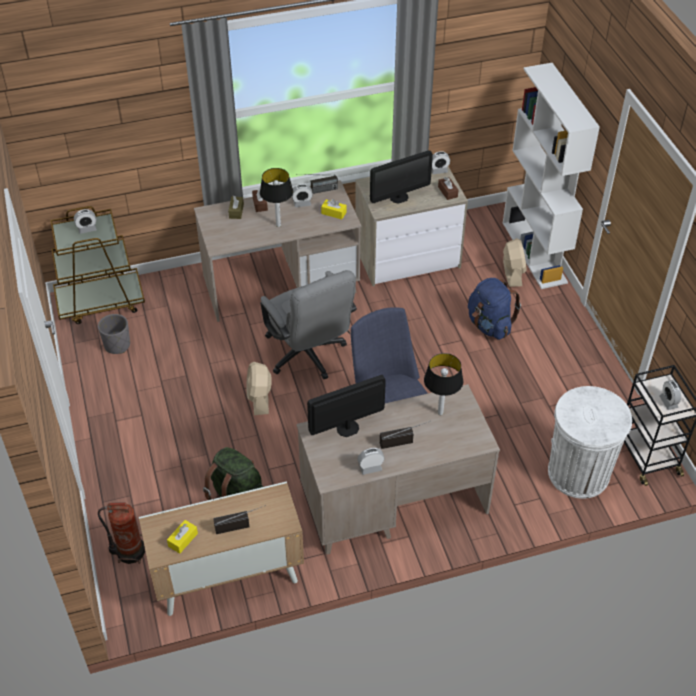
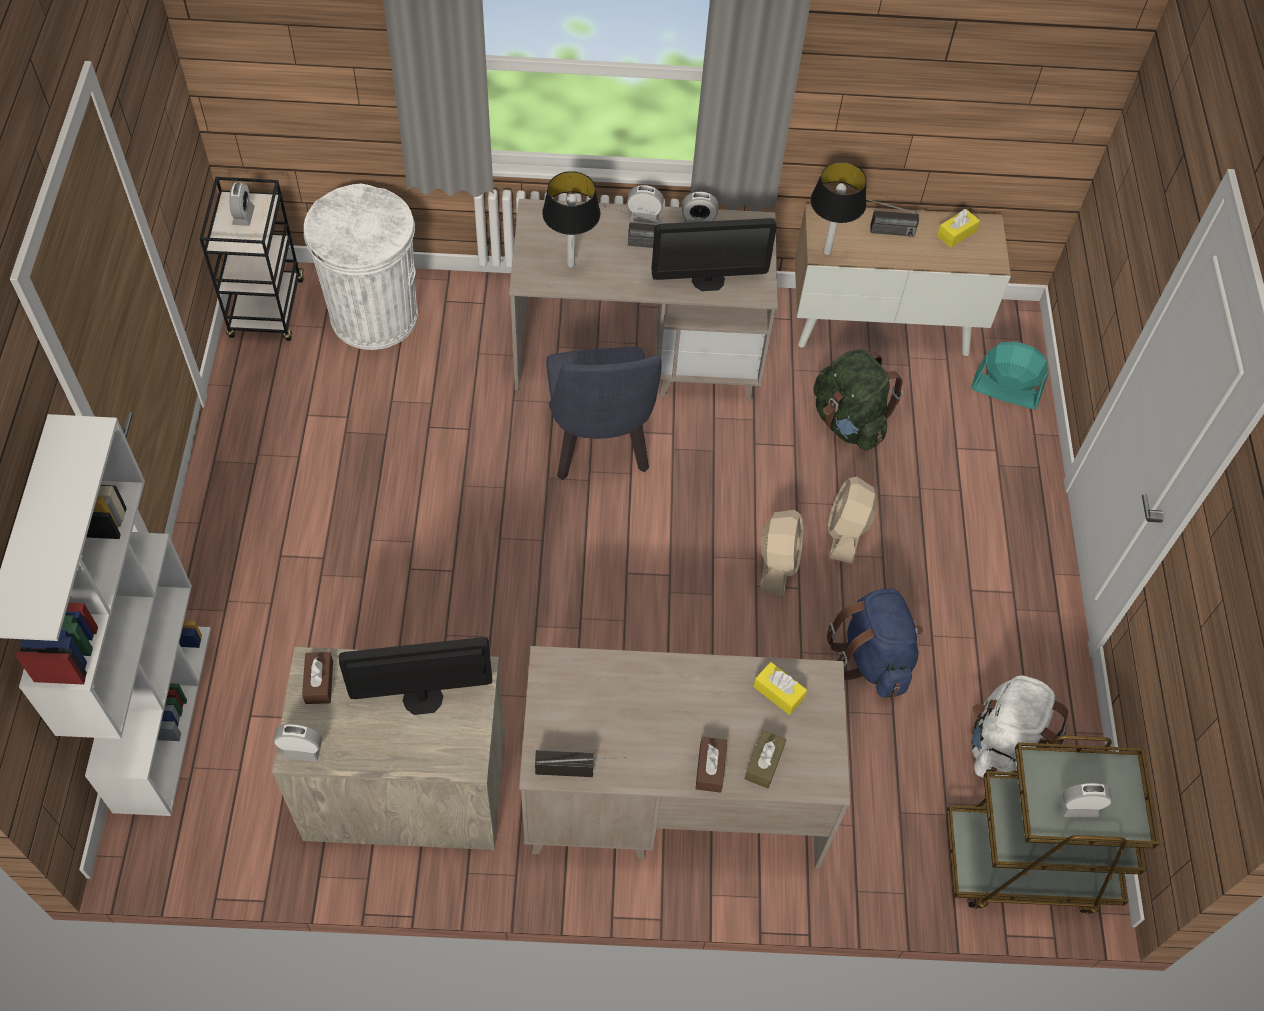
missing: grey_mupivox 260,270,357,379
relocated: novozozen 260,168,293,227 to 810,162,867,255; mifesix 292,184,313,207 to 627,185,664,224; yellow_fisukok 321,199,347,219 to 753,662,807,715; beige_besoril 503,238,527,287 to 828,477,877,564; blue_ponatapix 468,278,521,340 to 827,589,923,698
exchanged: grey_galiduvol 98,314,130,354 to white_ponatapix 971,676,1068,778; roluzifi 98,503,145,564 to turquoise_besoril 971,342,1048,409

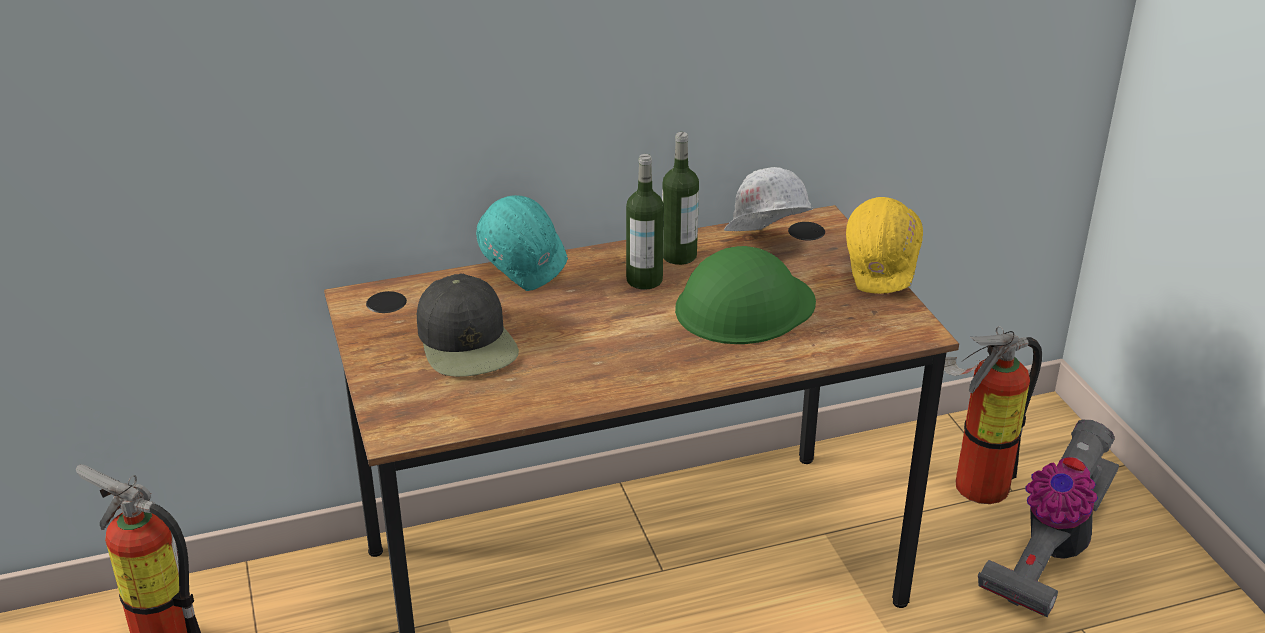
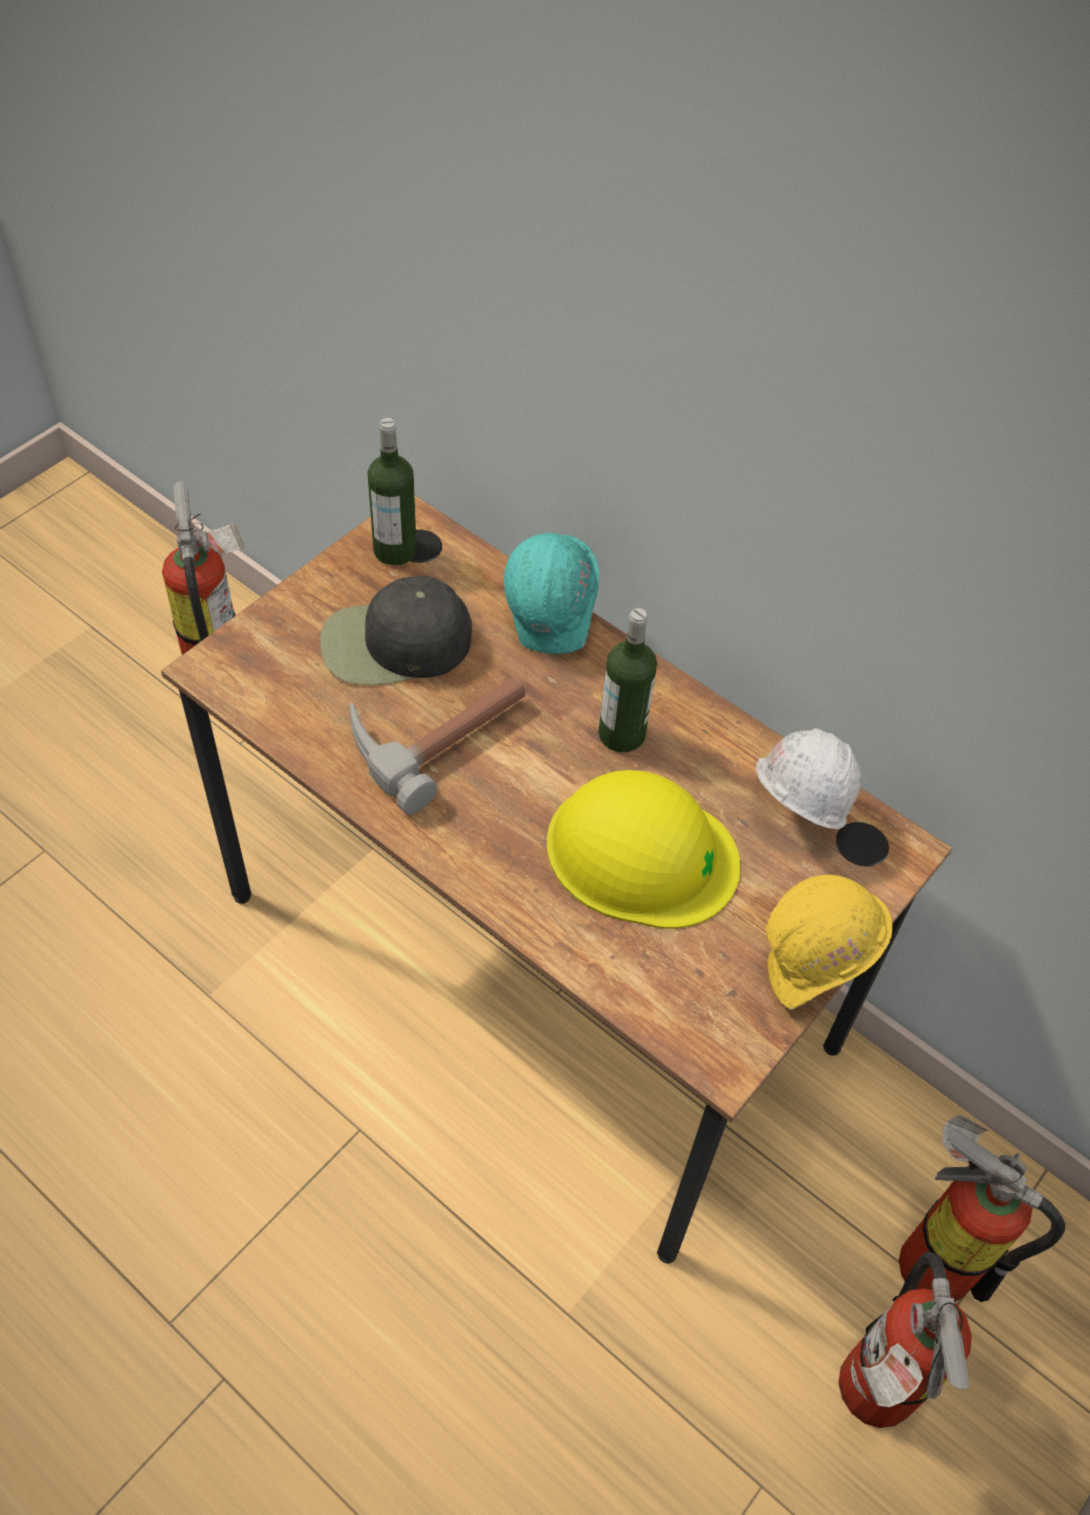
appeared: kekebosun 349,677,526,815
relocated: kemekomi 662,132,699,265 to 368,418,417,565
exchanged: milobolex 978,420,1119,617 to roluzifi 838,1252,972,1428
colour: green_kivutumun 675,246,816,344 to yellow_kivutumun 547,770,741,929
spun: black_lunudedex 417,274,519,377 = 320,575,472,685 45 degrees clockwise

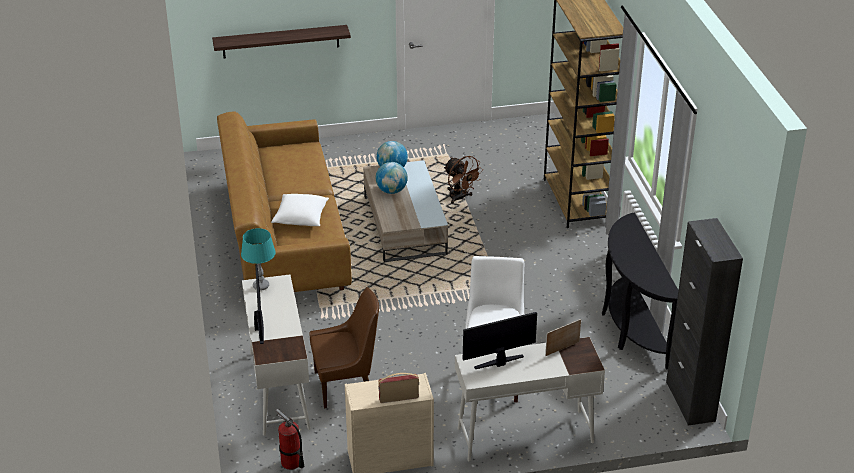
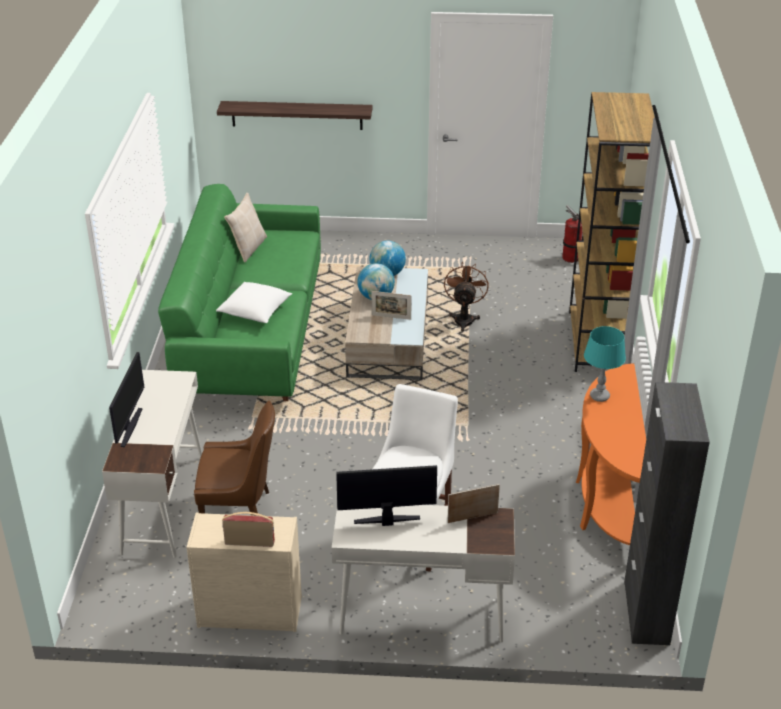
appeared: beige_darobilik 224,193,267,262; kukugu 371,291,412,320
relocated: turquoise_novozozen 241,228,276,291 to 584,326,626,402; roluzifi 276,409,304,470 to 562,205,583,263
colour: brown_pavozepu 217,111,352,292 to green_pavozepu 158,184,321,401; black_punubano 602,213,678,370 to orange_punubano 576,364,646,545
spun: brown_besoril 444,156,483,203 = 444,262,489,332 150 degrees counterclockwise

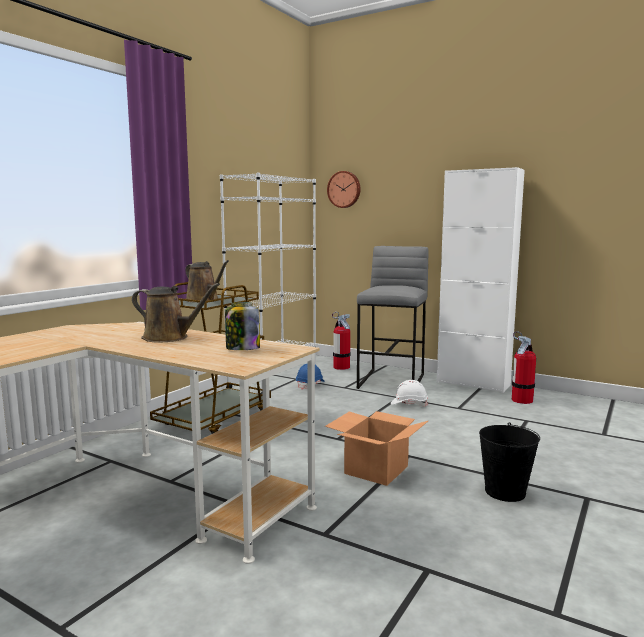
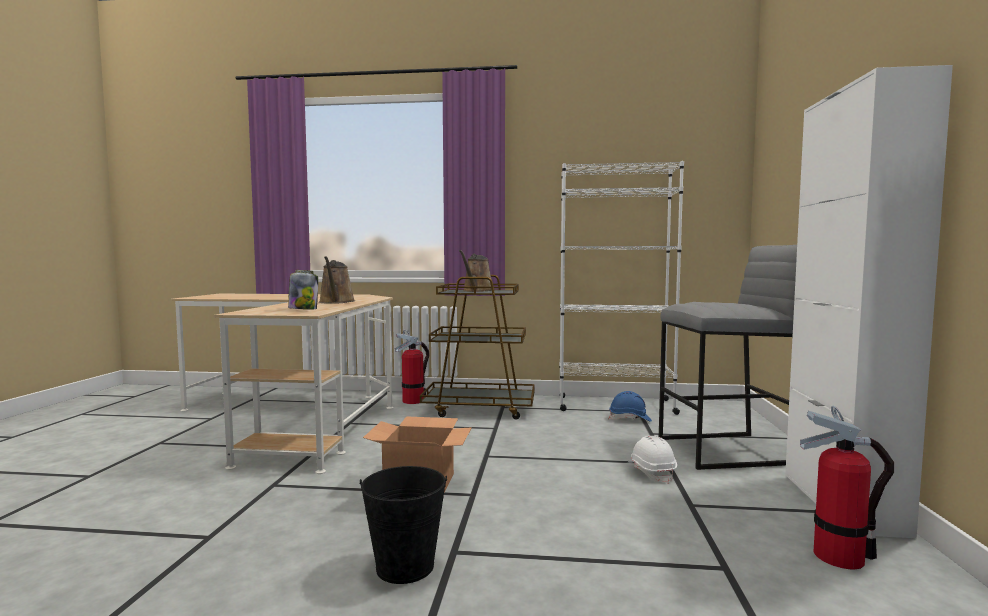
missing: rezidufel 327,171,361,208
relocated: roluzifi 332,312,351,370 to 395,330,430,404

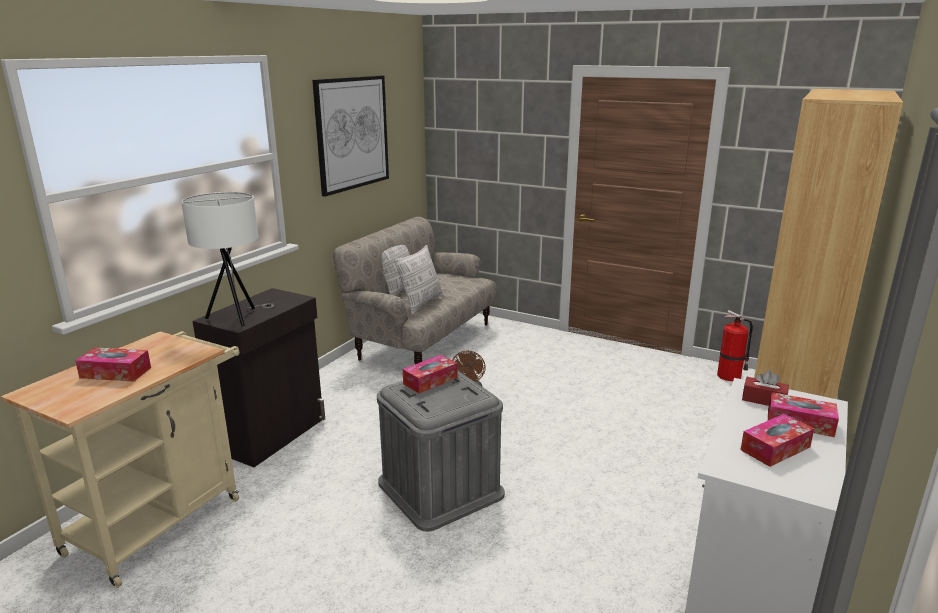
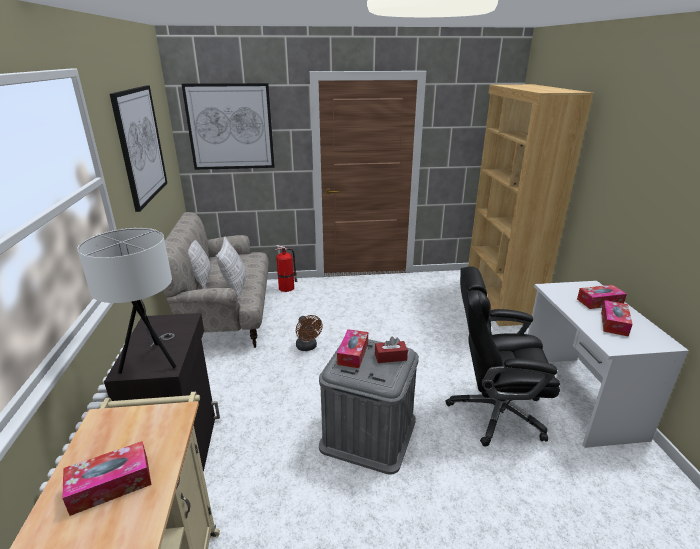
appeared: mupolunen 182,83,275,170; black_mupivox 446,266,560,447
relocated: roluzifi 717,310,753,381 to 275,245,297,292; red_fisukok 742,370,789,406 to 375,337,408,363

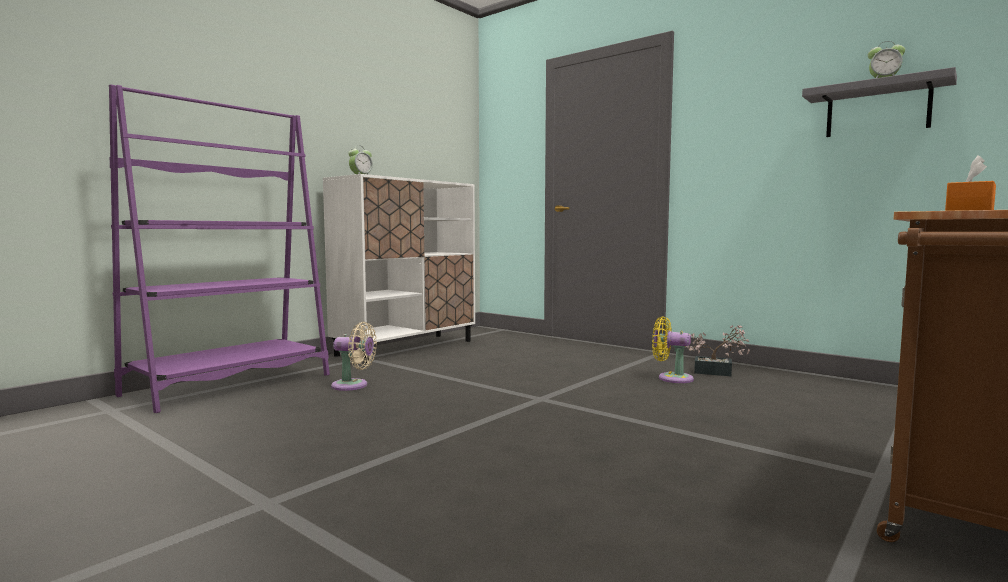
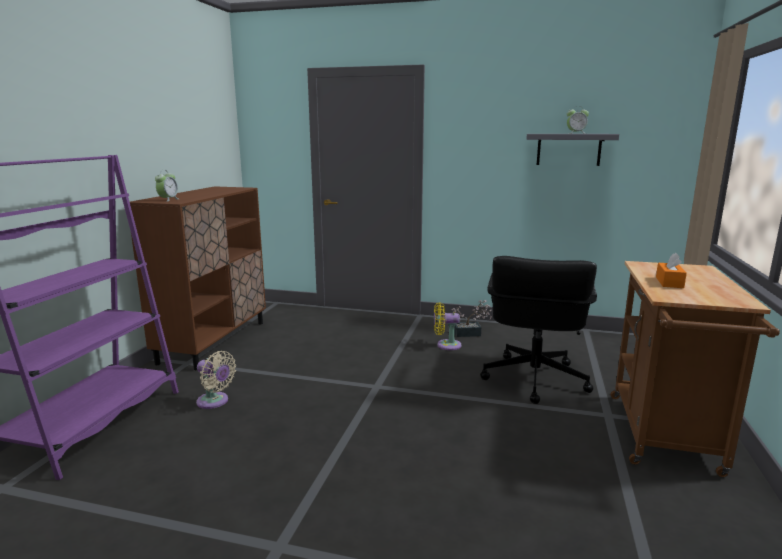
appeared: black_mupivox 480,256,597,404
colour: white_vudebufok 323,174,475,364 to brown_vudebufok 130,186,266,370
spun: beige_besoril 331,322,377,391 = 196,351,236,409 45 degrees clockwise

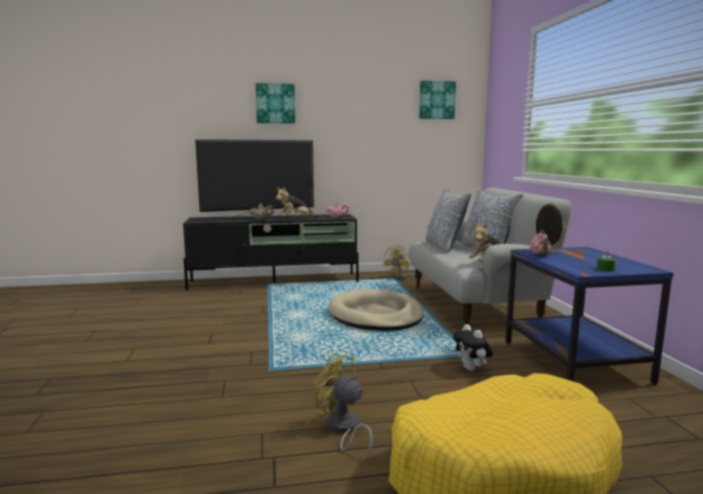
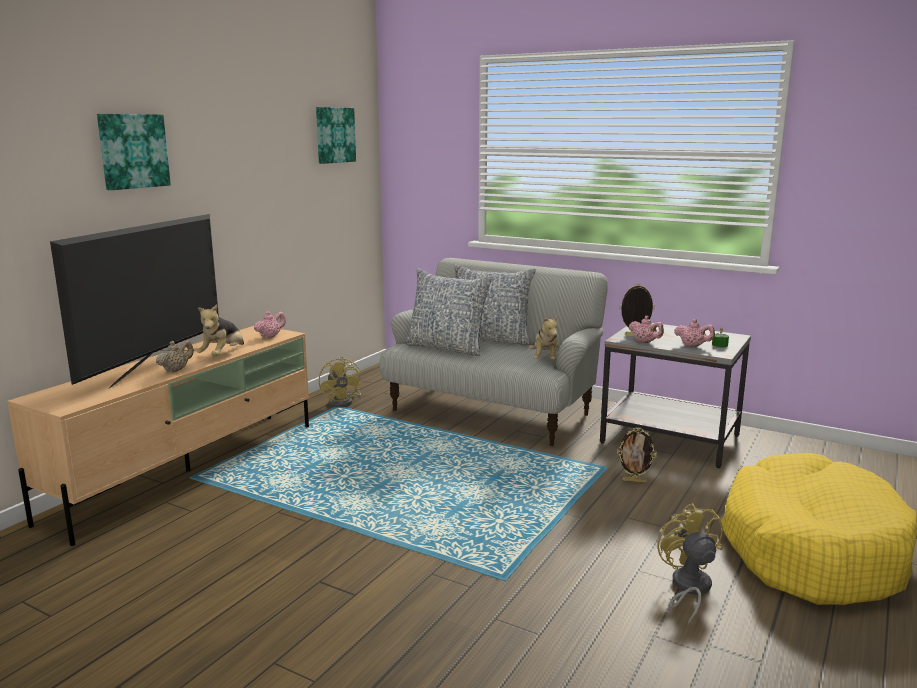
missing: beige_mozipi 328,289,424,331
appeared: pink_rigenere 674,319,715,347
exchanged: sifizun 453,324,493,371 to kukugu 617,427,657,483
colour: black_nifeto 183,214,359,291 to beige_nifeto 7,326,309,546; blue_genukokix 506,247,674,385 to grey_genukokix 600,323,751,468
spun: yellow_besoril 314,353,373,460 = 657,503,723,625 90 degrees clockwise

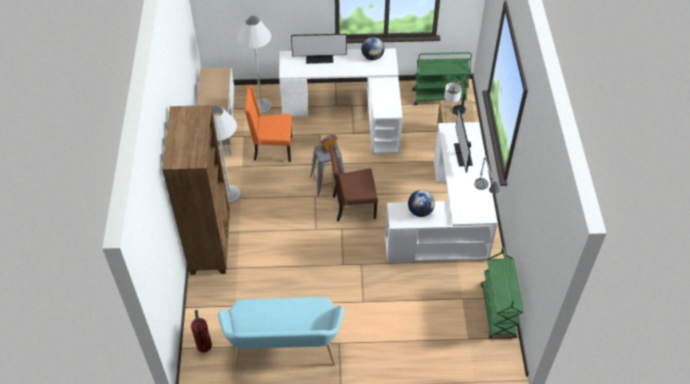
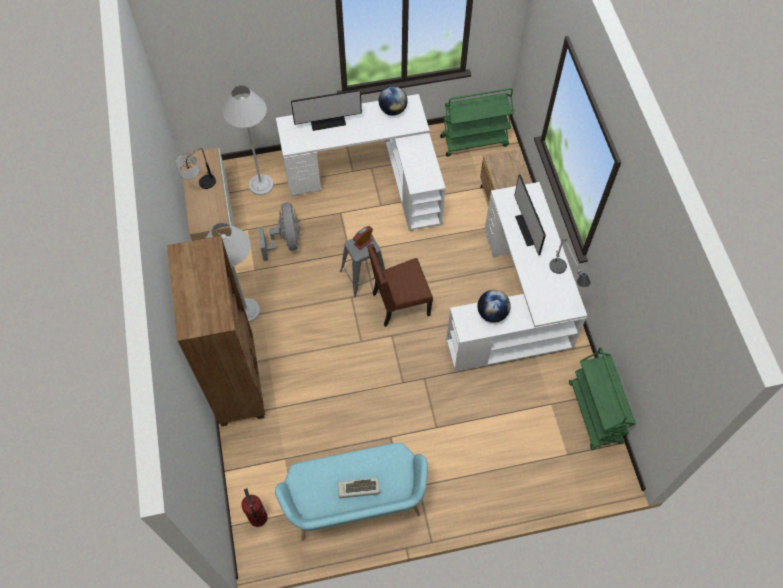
appeared: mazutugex 338,478,380,498
relocated: novozozen 444,79,467,115 to 176,148,216,189
exchanged: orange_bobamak 245,85,292,162 to grey_besoril 258,203,300,261

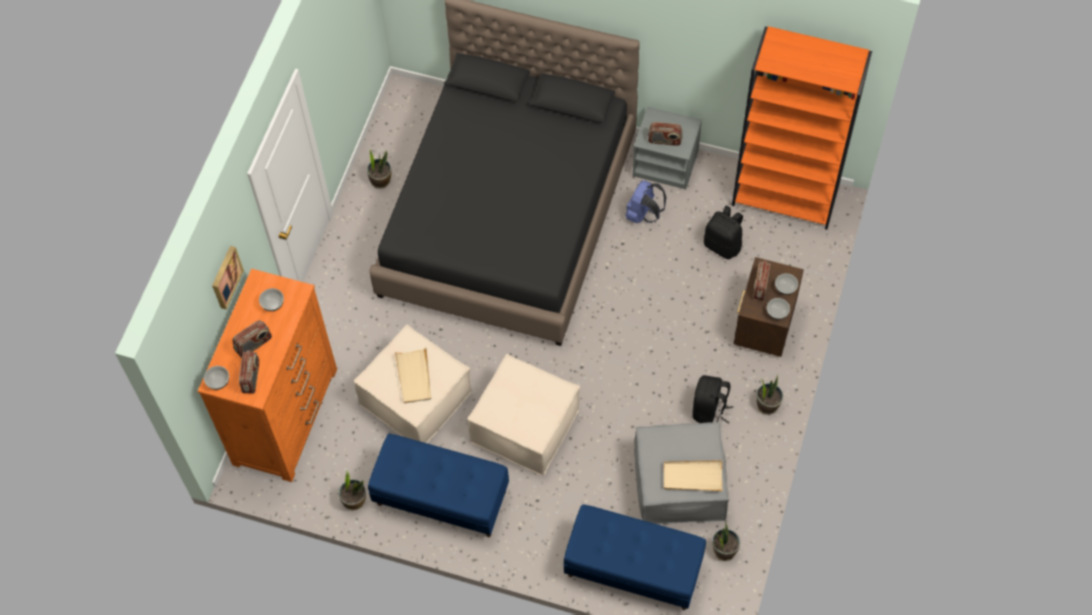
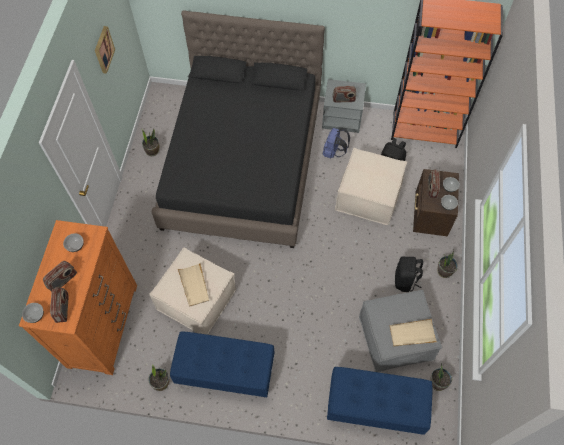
relocated: mupolunen 212,246,244,309 to 95,26,115,74; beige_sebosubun 467,354,580,476 to 335,148,407,225

